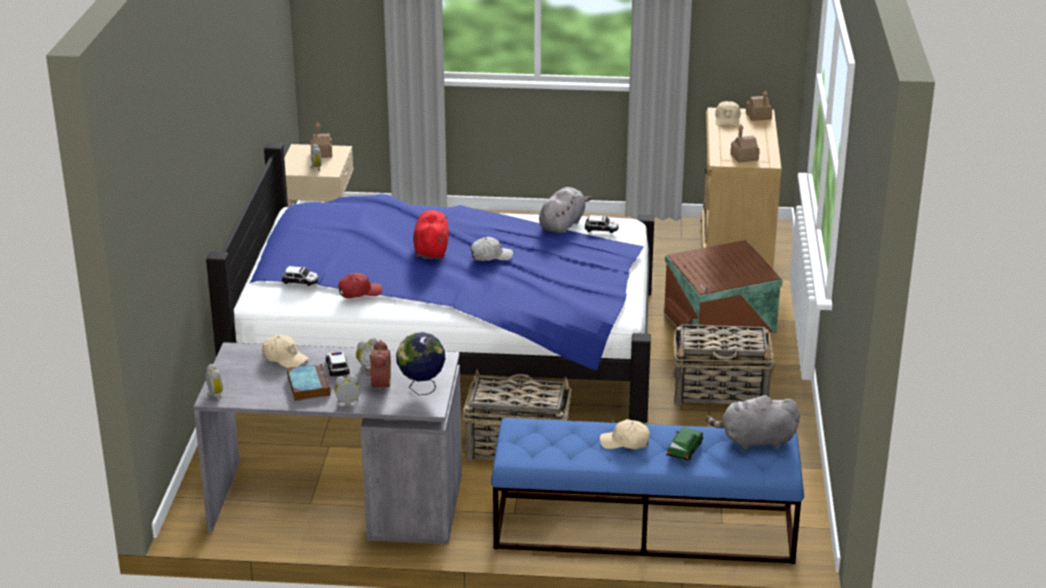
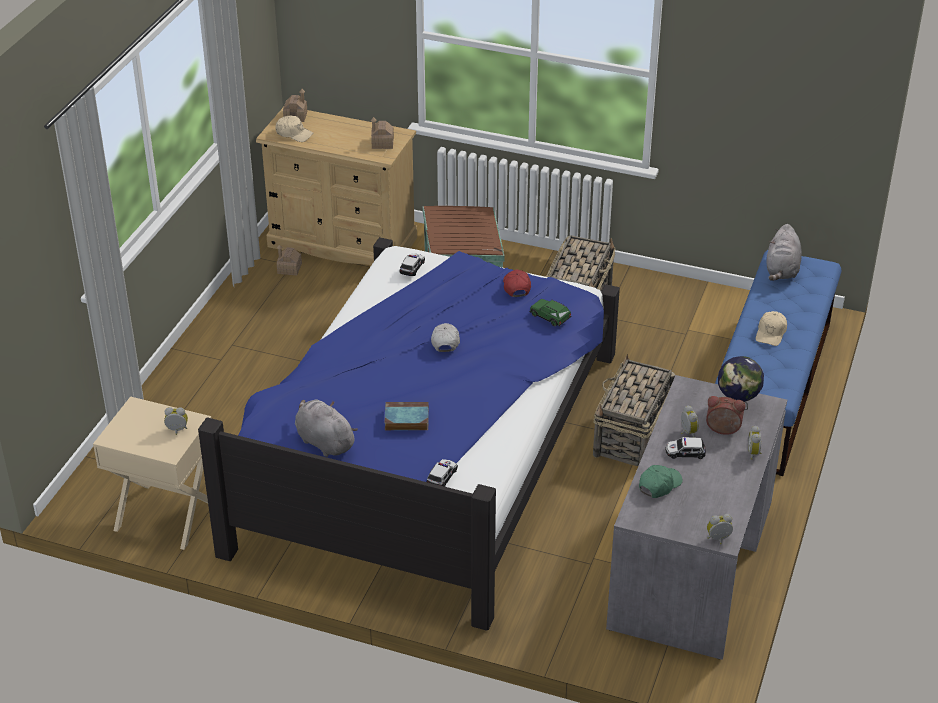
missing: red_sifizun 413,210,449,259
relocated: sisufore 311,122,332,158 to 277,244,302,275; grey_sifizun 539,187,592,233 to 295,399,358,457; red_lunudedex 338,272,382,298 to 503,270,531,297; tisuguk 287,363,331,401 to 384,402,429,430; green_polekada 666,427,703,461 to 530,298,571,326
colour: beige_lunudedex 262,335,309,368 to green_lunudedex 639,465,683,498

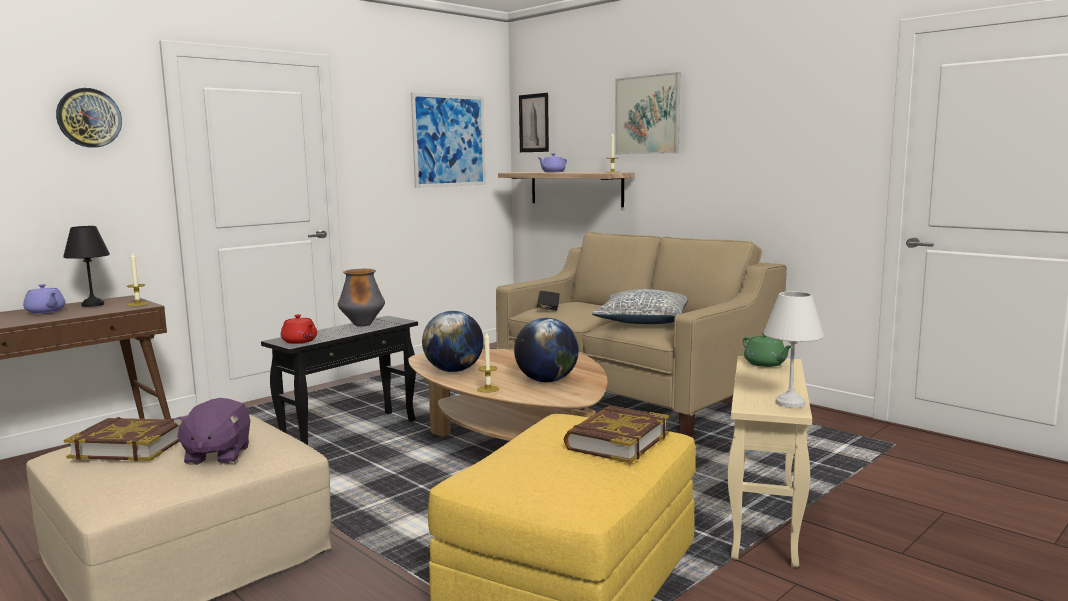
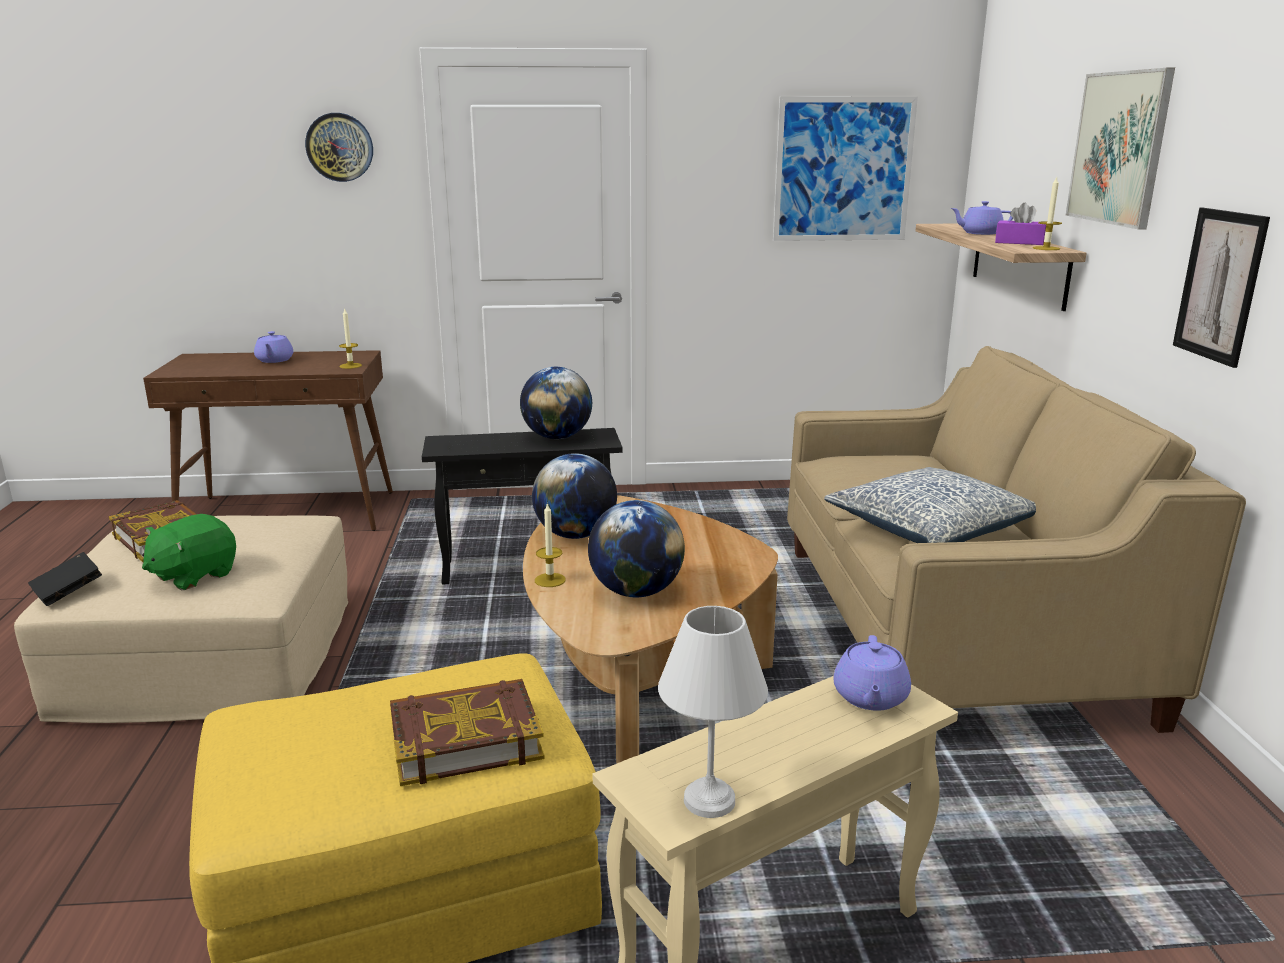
missing: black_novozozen 63,226,110,307; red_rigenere 281,314,317,344
appeared: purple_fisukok 995,203,1046,245
relocated: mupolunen 519,93,549,152 to 1173,208,1270,368; black_tisuguk 537,291,560,311 to 28,552,102,606
exchanged: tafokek 338,269,385,327 to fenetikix 520,367,592,439
colour: green_rigenere 743,333,791,367 to purple_rigenere 833,635,911,711; purple_sifizun 173,398,250,465 to green_sifizun 142,514,236,590

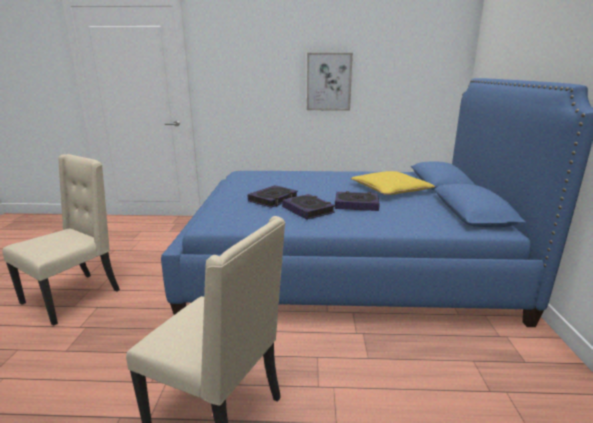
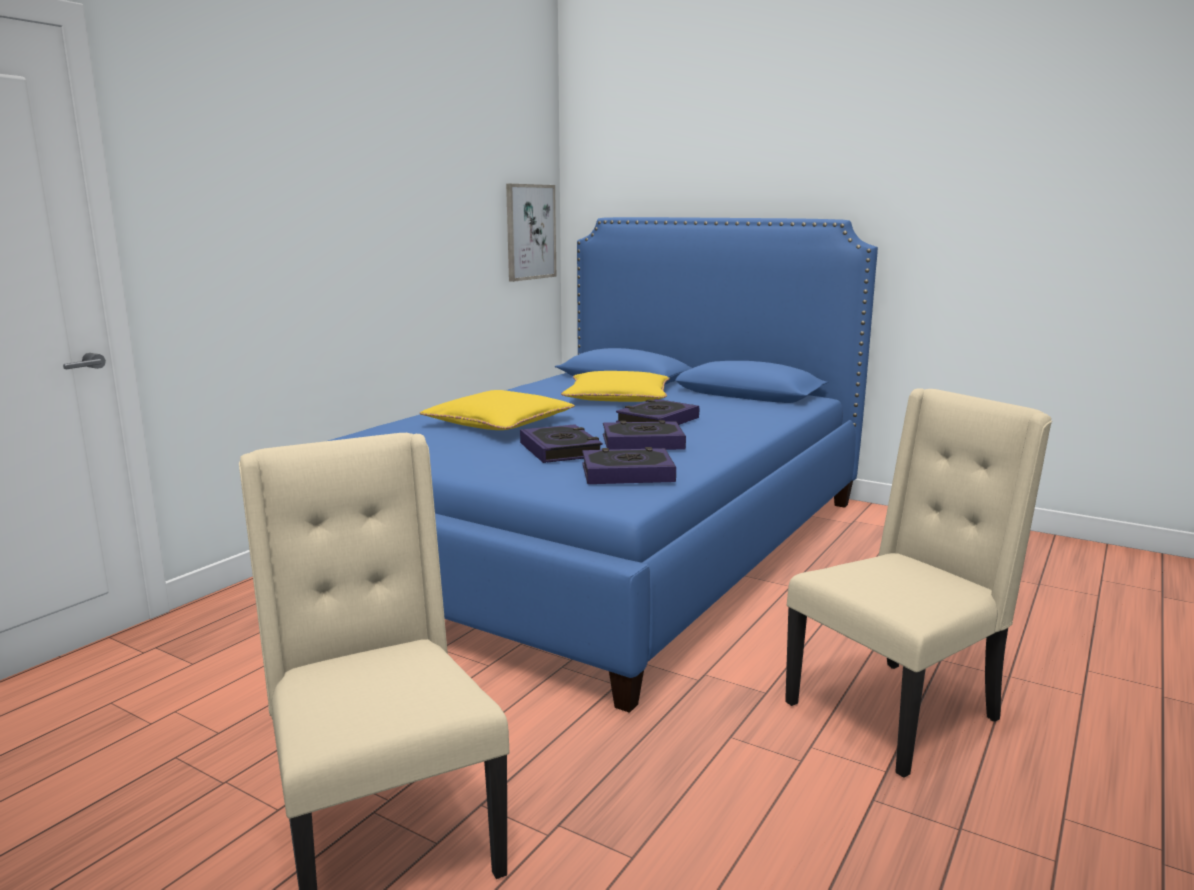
appeared: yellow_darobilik 420,390,575,430; tisuguk 582,447,676,484
relocated: mupolunen 307,53,353,110 to 506,184,556,282

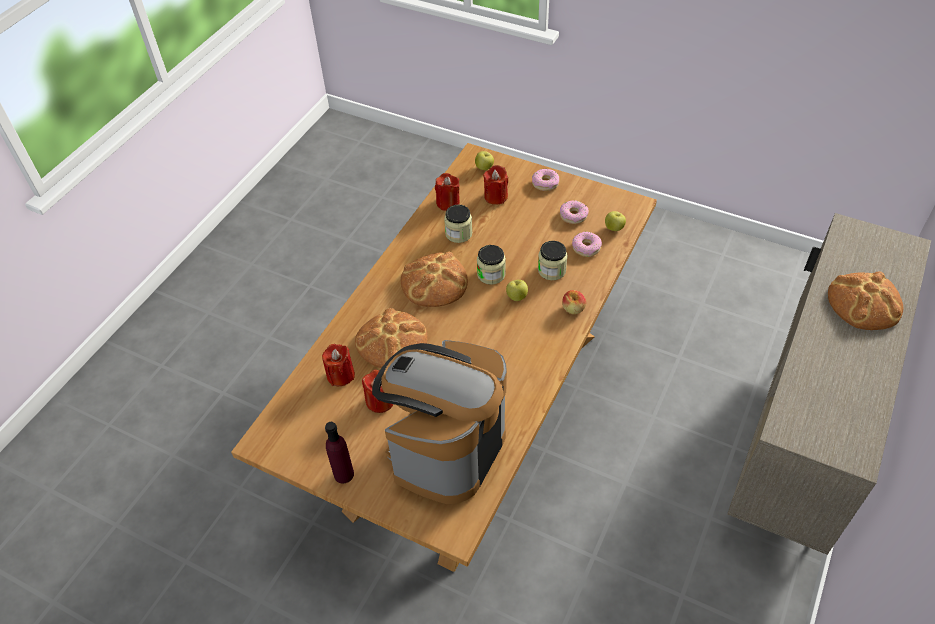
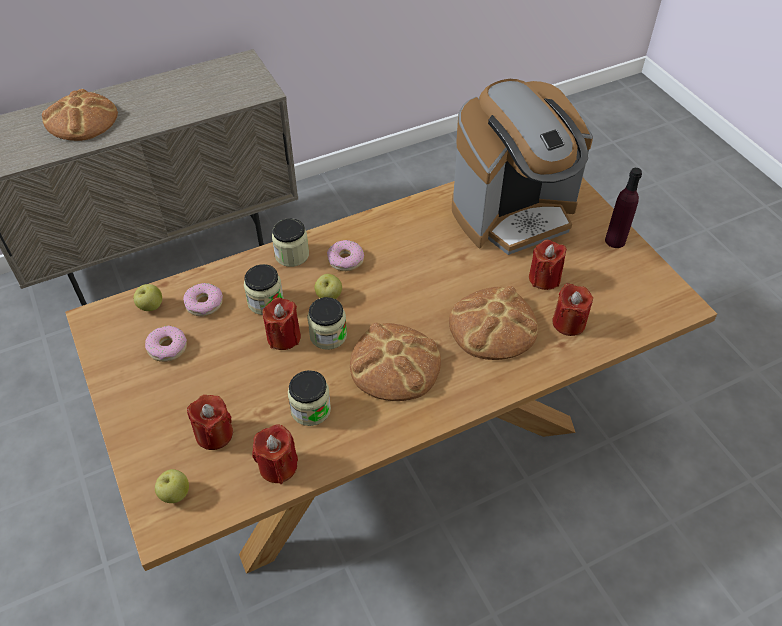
appeared: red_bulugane 263,298,301,350
relocated: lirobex 532,169,559,191 to 327,240,364,271
exchanged: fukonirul 562,290,586,314 to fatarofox 272,218,309,267

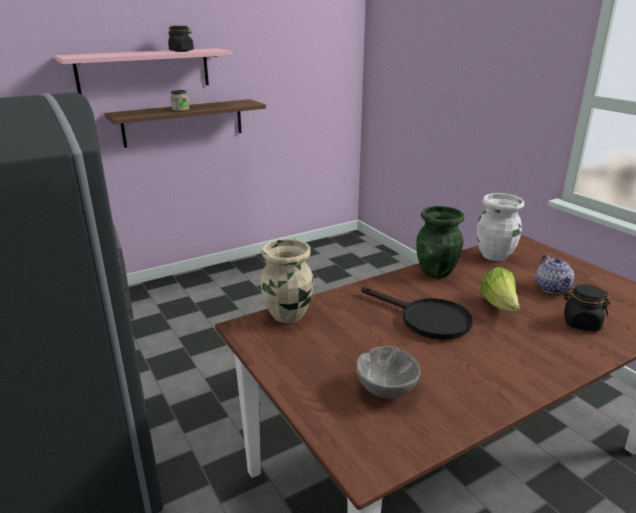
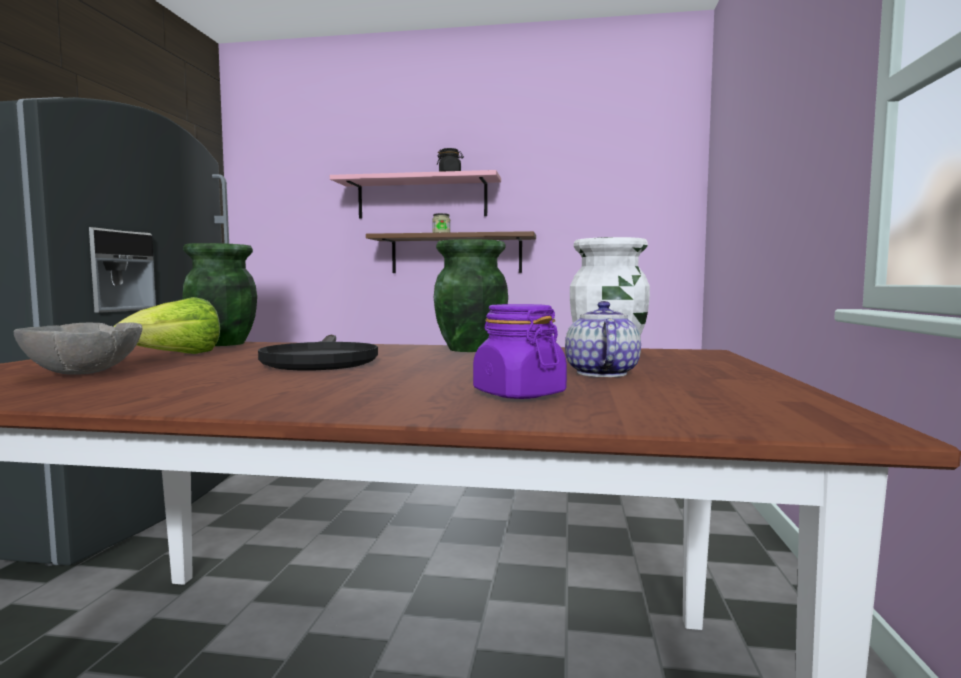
relocated: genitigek 480,267,520,312 to 113,297,220,354
colour: beige_tafokek 261,239,314,323 to green_tafokek 183,243,257,346; black_fatarofox 564,284,610,331 to purple_fatarofox 473,304,567,399
spun: rigenere 536,255,574,294 = 565,301,641,377 150 degrees clockwise

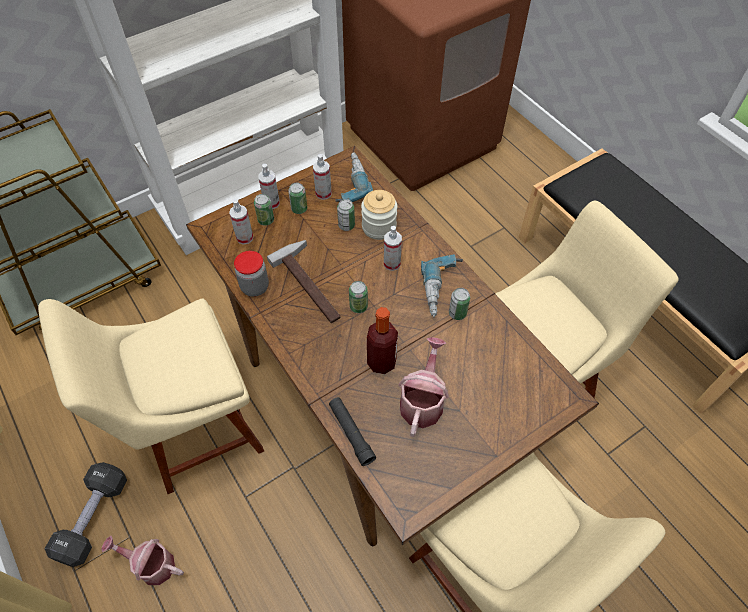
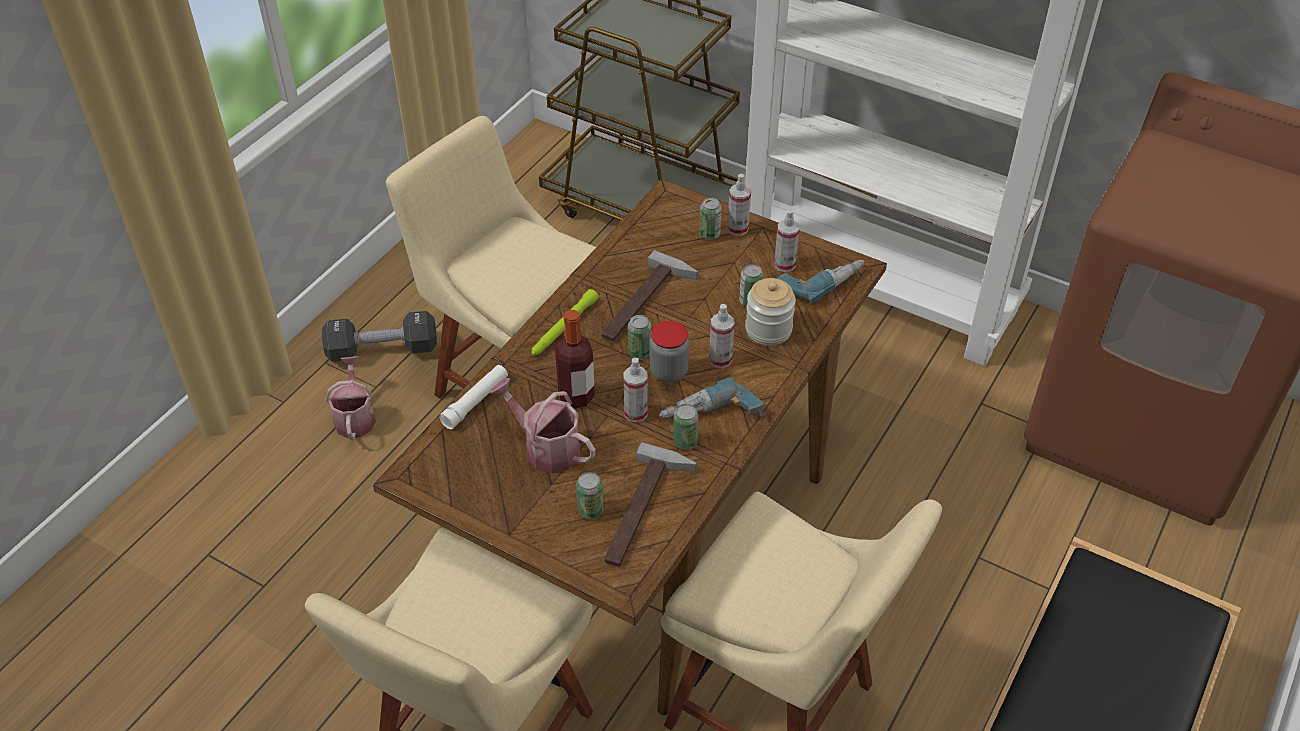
appeared: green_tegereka 531,289,598,355; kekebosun 604,442,697,566
relocated: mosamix 288,182,307,214 to 576,472,603,519; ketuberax 229,199,253,245 to 624,358,648,422; fatarofox 234,251,269,297 to 650,321,689,383
colour: black_tegereka 329,397,376,466 to white_tegereka 439,365,508,430
spun: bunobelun 399,337,449,437 = 490,378,596,473 135 degrees counterclockwise

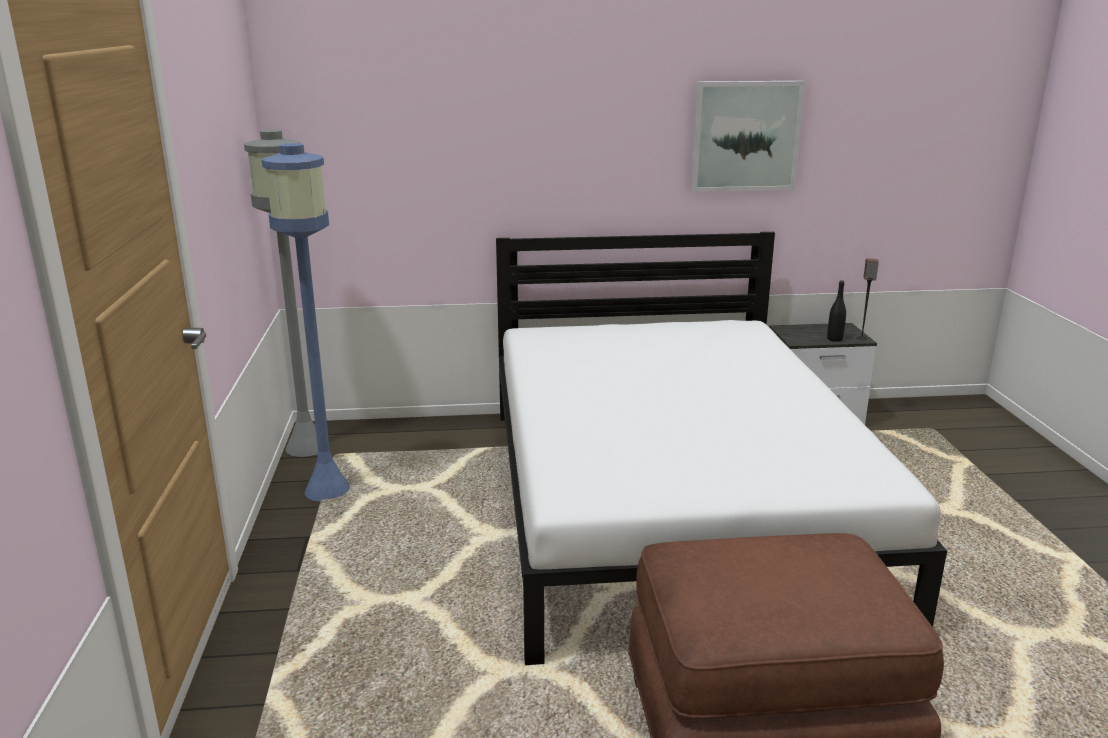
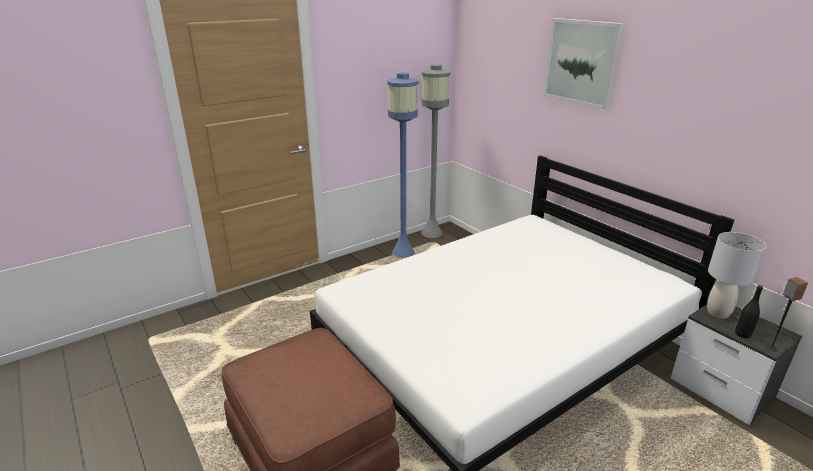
appeared: grey_novozozen 707,232,766,319
relocated: mupolunen 691,81,805,192 to 543,18,624,110

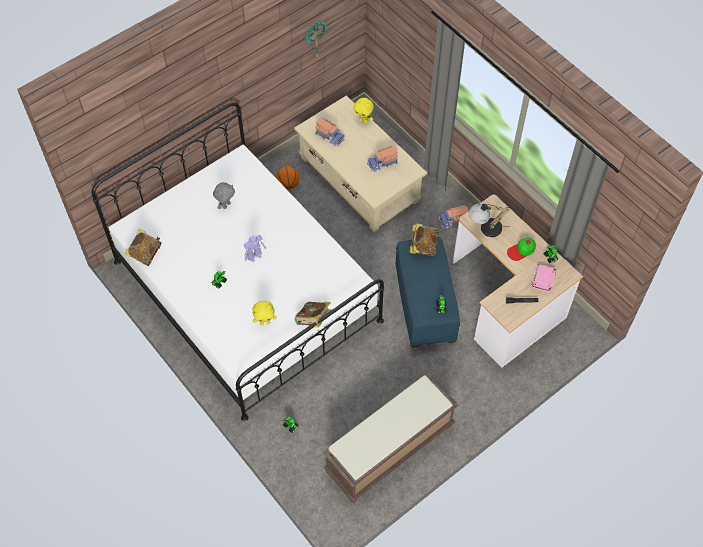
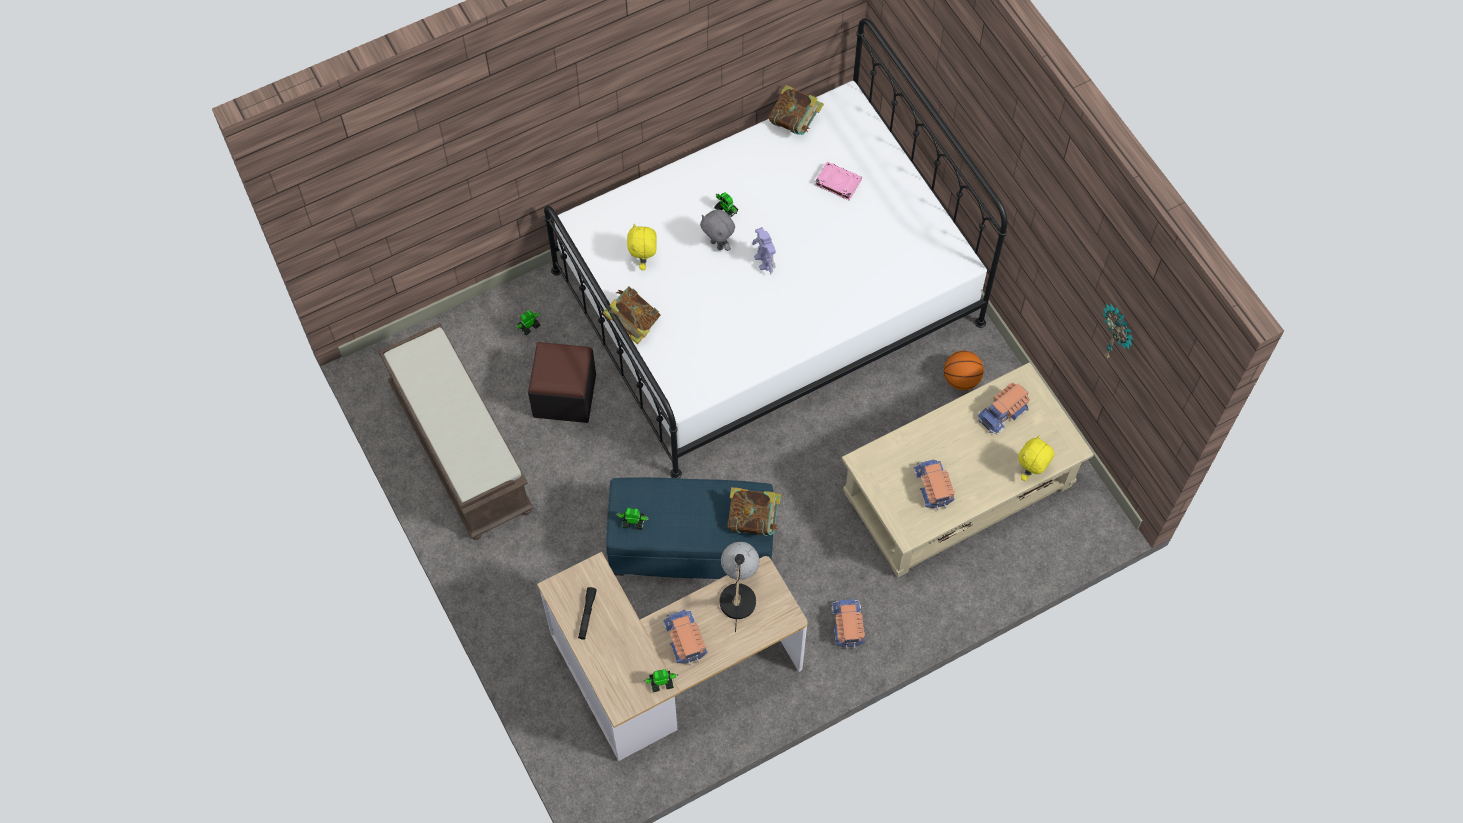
appeared: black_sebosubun 528,342,596,423
relocated: grey_sifizun 213,182,235,209 to 700,209,735,251; pink_tisuguk 532,264,556,293 to 815,162,862,200
exchanged: lunudedex 507,238,536,261 to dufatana 662,609,707,666

